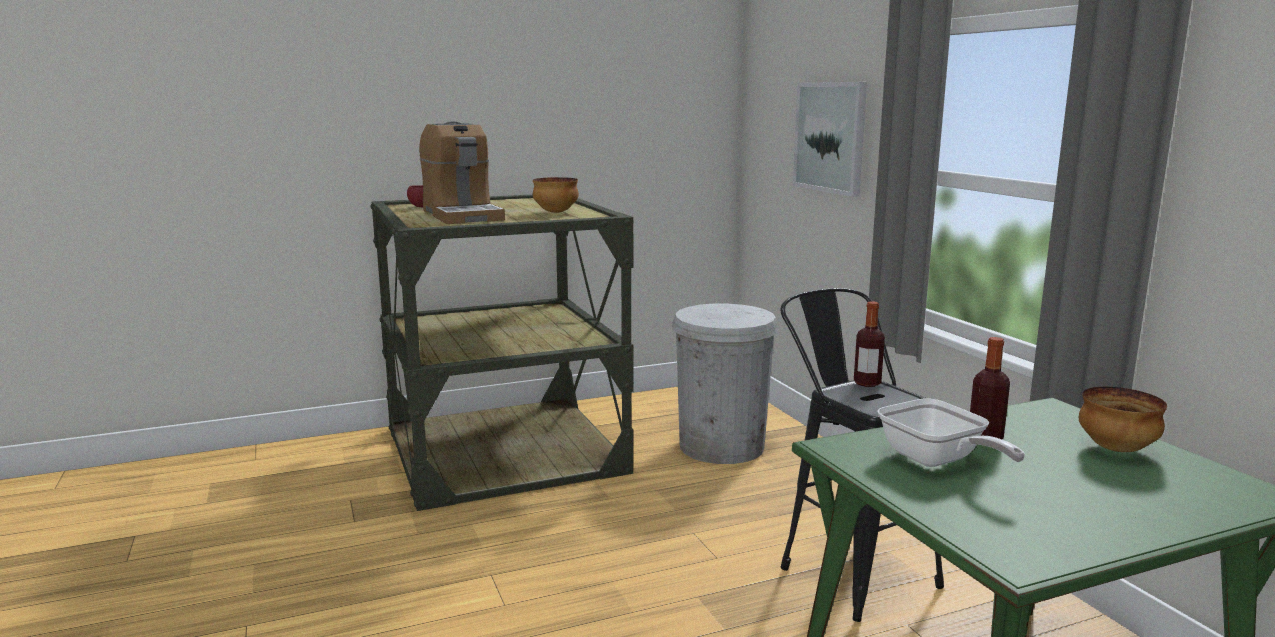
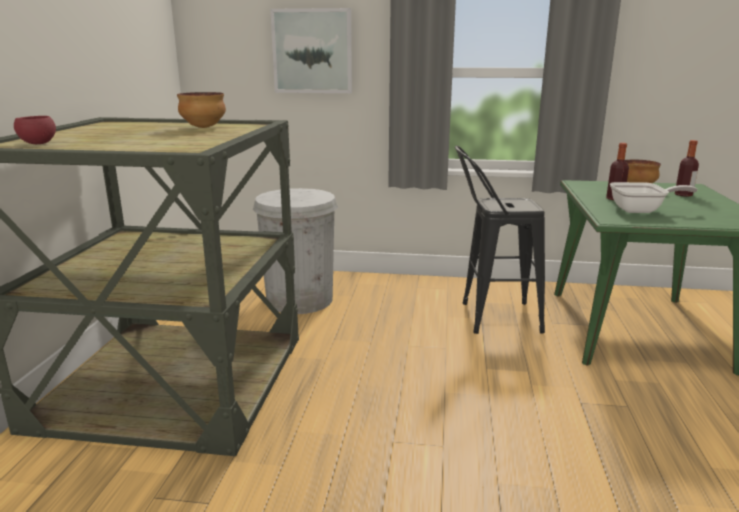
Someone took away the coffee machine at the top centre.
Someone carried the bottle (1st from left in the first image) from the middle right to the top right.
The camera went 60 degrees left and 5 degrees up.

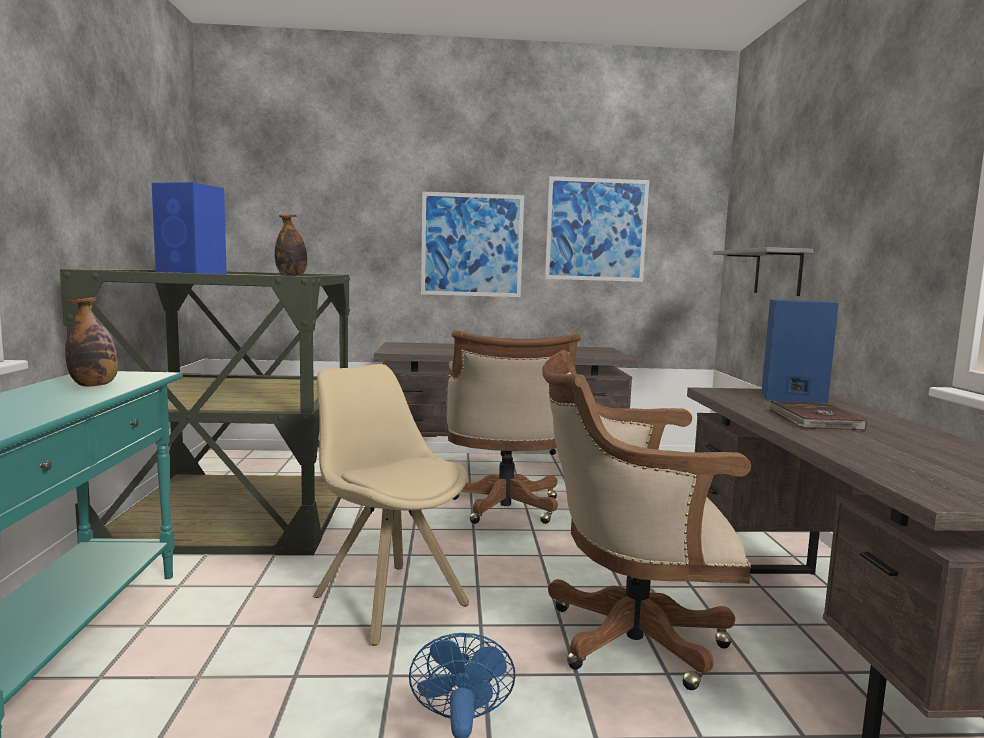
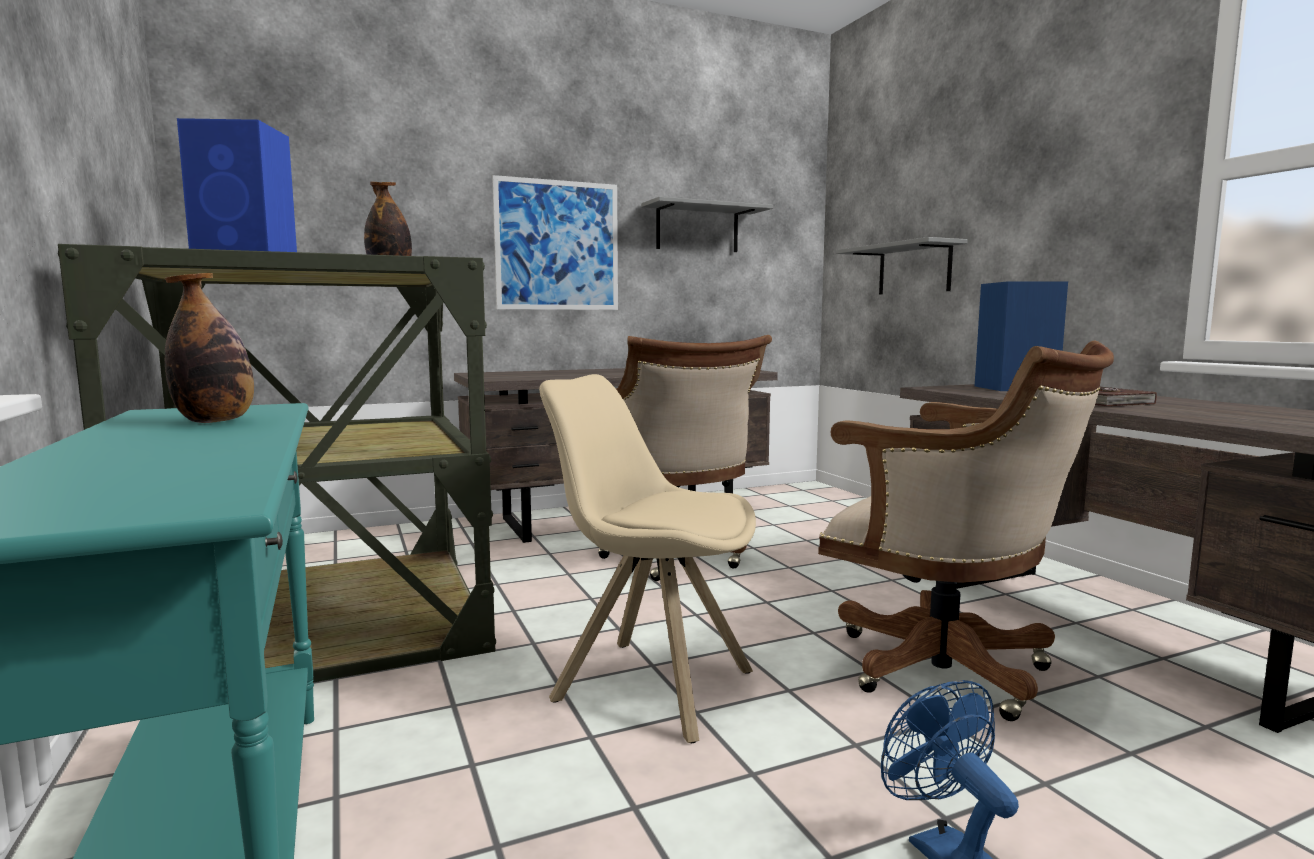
Someone swapped the picture (2nd from left) at the top centre for the grey shelf (1st from left) at the top centre.
Someone rotated the office chair (2nd from left) at the bottom centre by 120 degrees counterclockwise.
The camera went 20 degrees left and 0 degrees up.

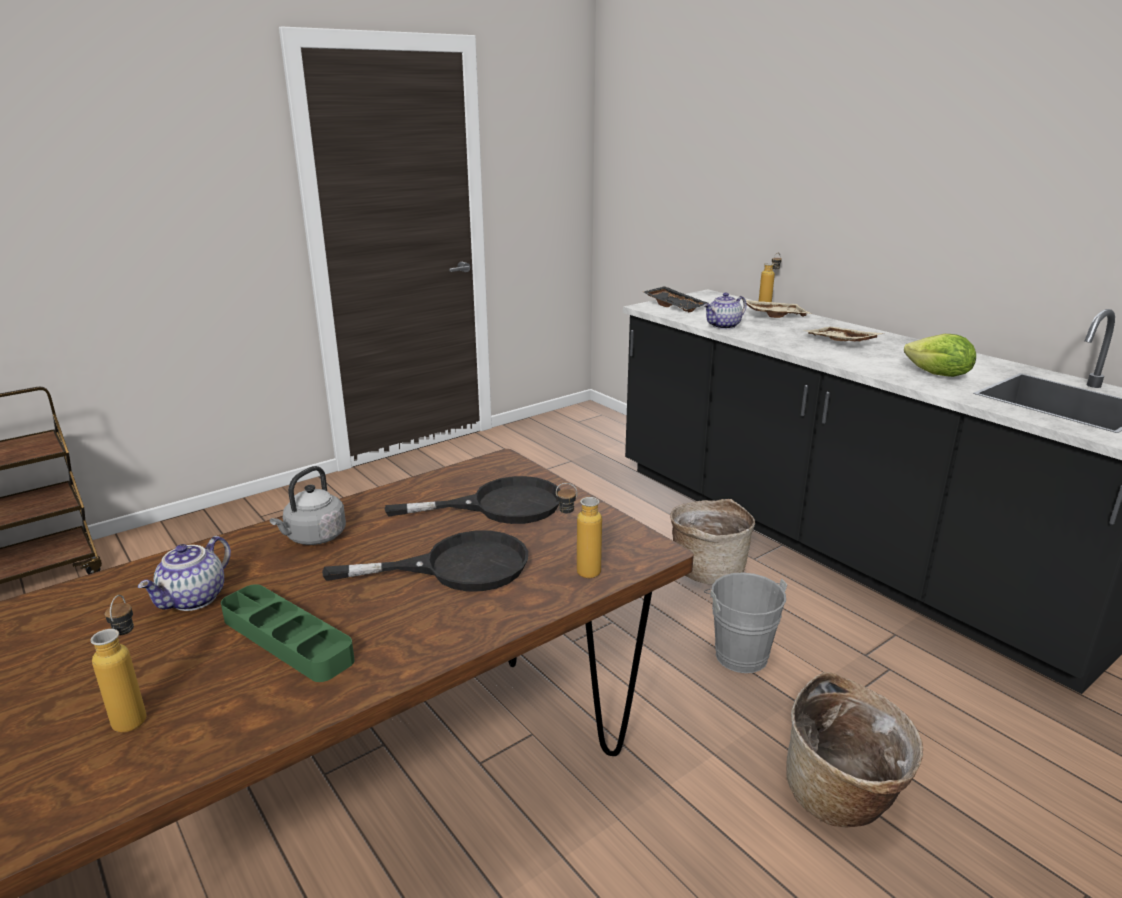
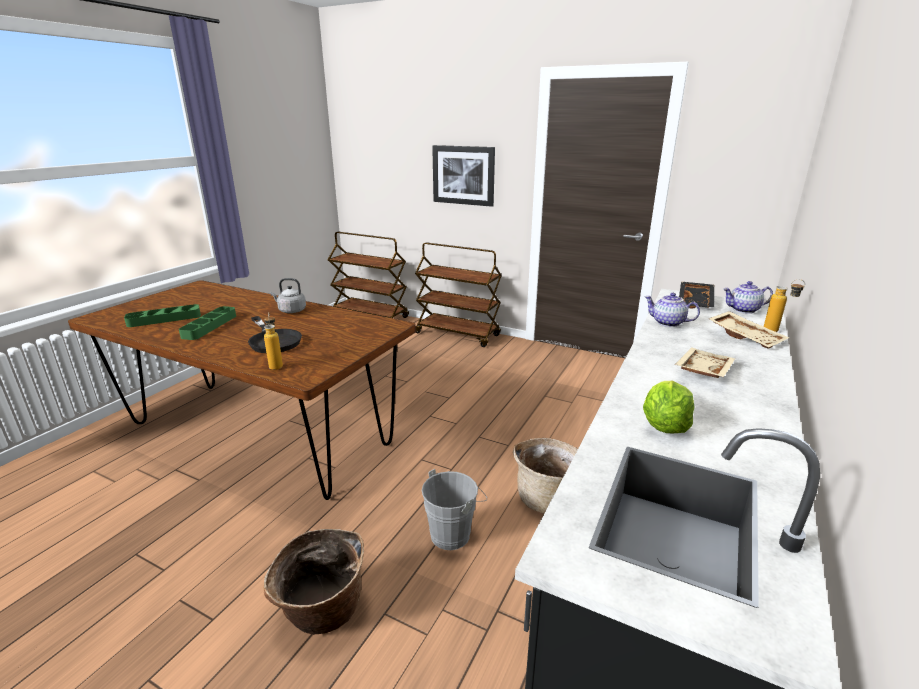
Someone took away the black frying pan (2nd from left) at the centre.
Someone put down the brown cart (2nd from left) at the centre.
Someone put up the picture at the top centre.
Someone carried the teapot (1st from left in the first image) from the middle left to the middle right.
Someone swapped the bottle (1st from left) at the bottom left for the green tray (1st from left) at the middle left.
The camera went 65 degrees right and 0 degrees up.

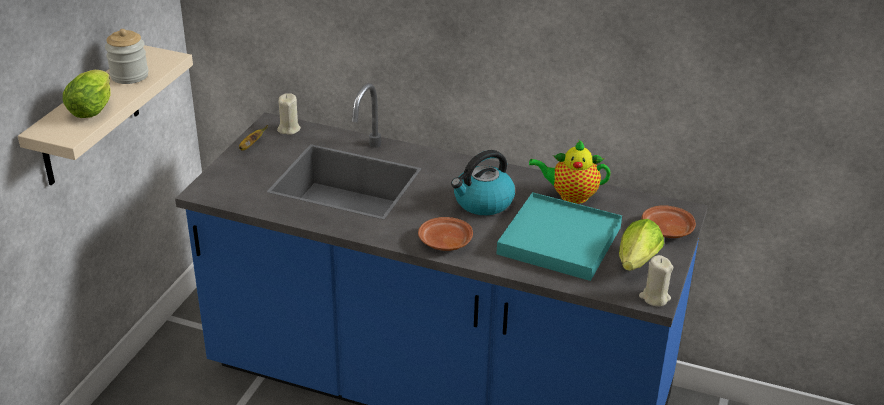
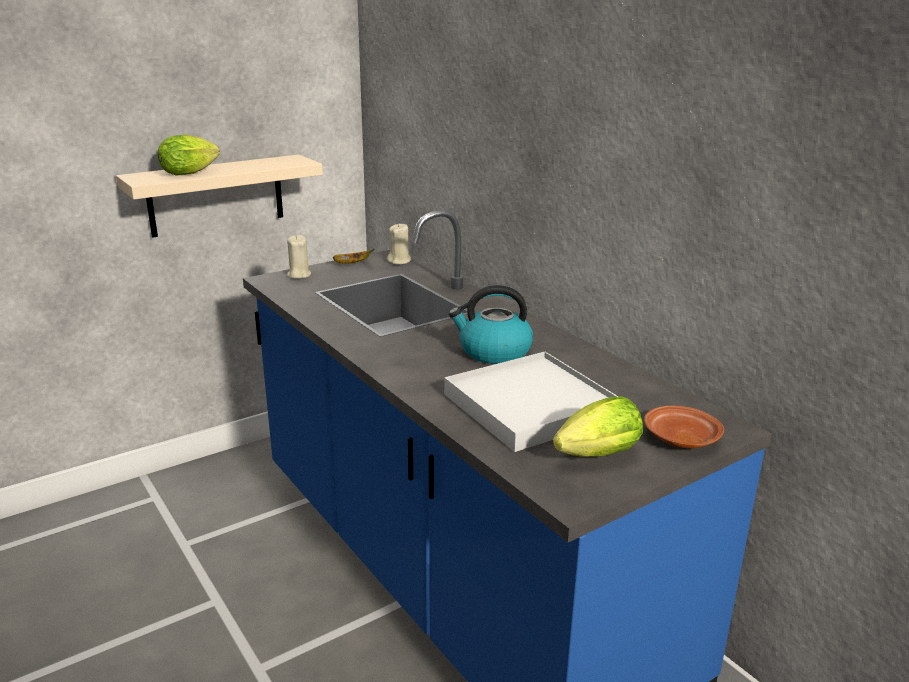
Someone took away the jar at the top left.
Someone took away the brown plate (1st from left) at the centre.
Someone took away the teapot at the centre.
Someone carried the beige candle (2nd from left in the first image) from the bottom right to the middle left.
Someone repainted the turquoise tray at the centre, which became the white tray at the centre.
The camera went 35 degrees right and 10 degrees down.

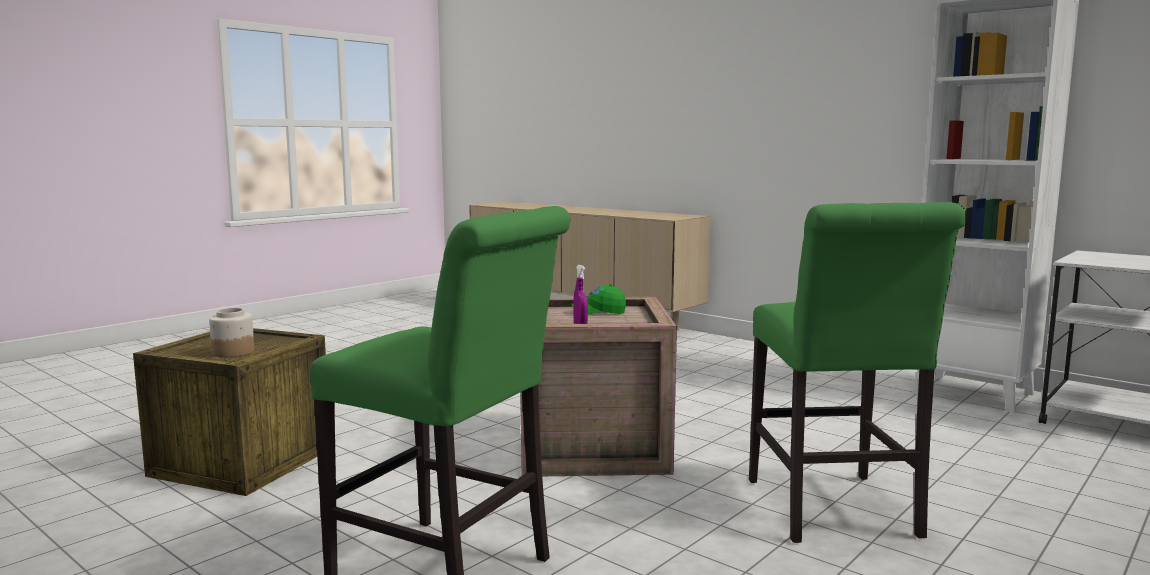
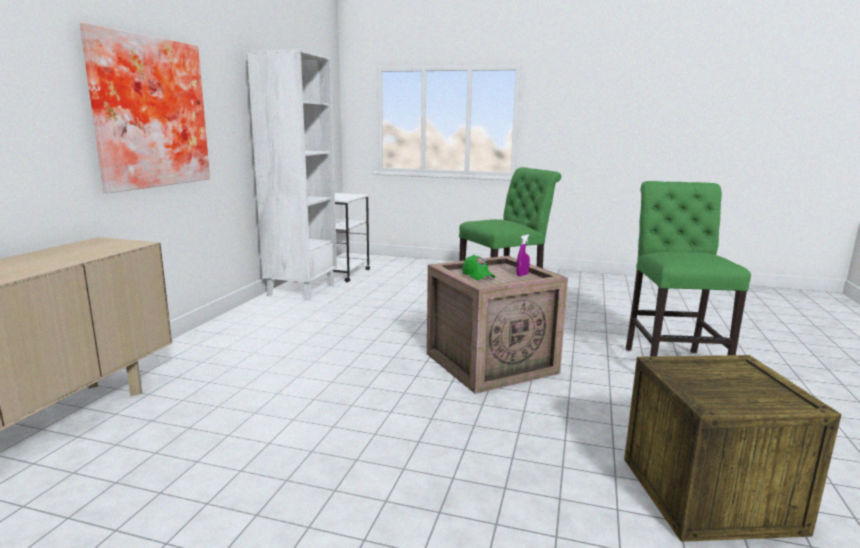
Someone took away the jar at the middle left.
Someone put up the picture at the top left.
The camera went 115 degrees left and 5 degrees up.

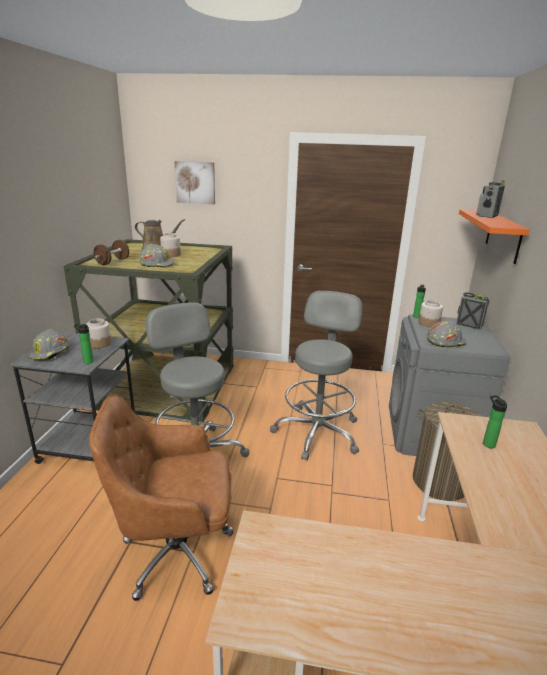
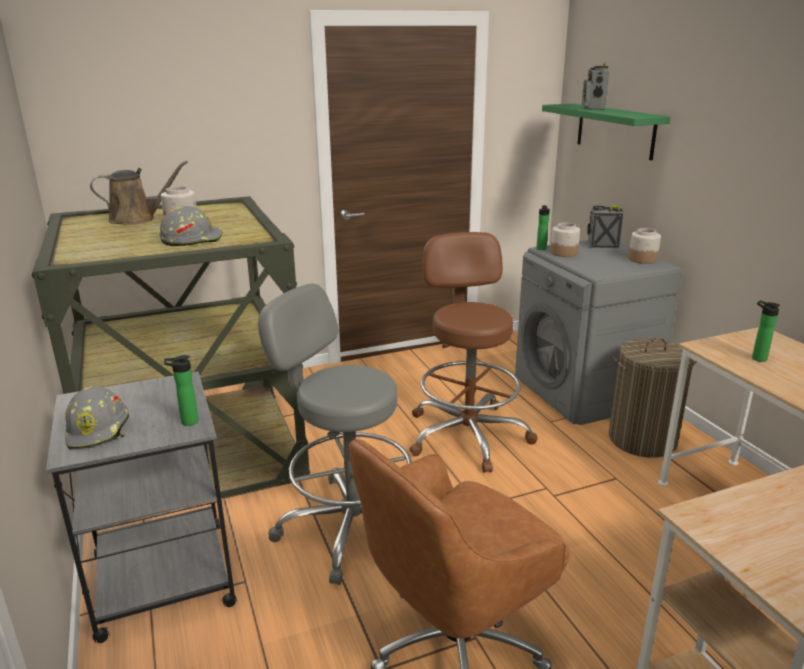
Someone took away the brown dumbbell at the middle left.
Someone took away the picture at the top centre.
Someone took away the grey hard hat (3rd from left) at the middle right.
Someone carried the jar (1st from left in the first image) from the middle left to the middle right.
Someone repainted the grey stool (2nd from left) at the centre, which became the brown stool at the centre.
Someone repainted the orange shelf at the middle right, which became the green shelf at the top right.
The camera went 30 degrees left and 0 degrees up.

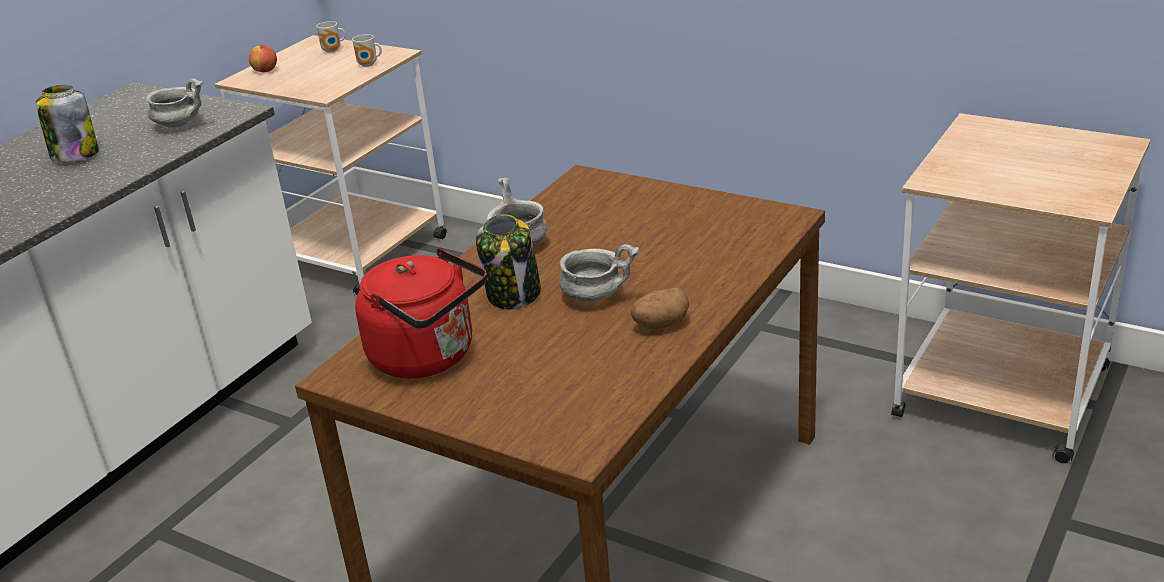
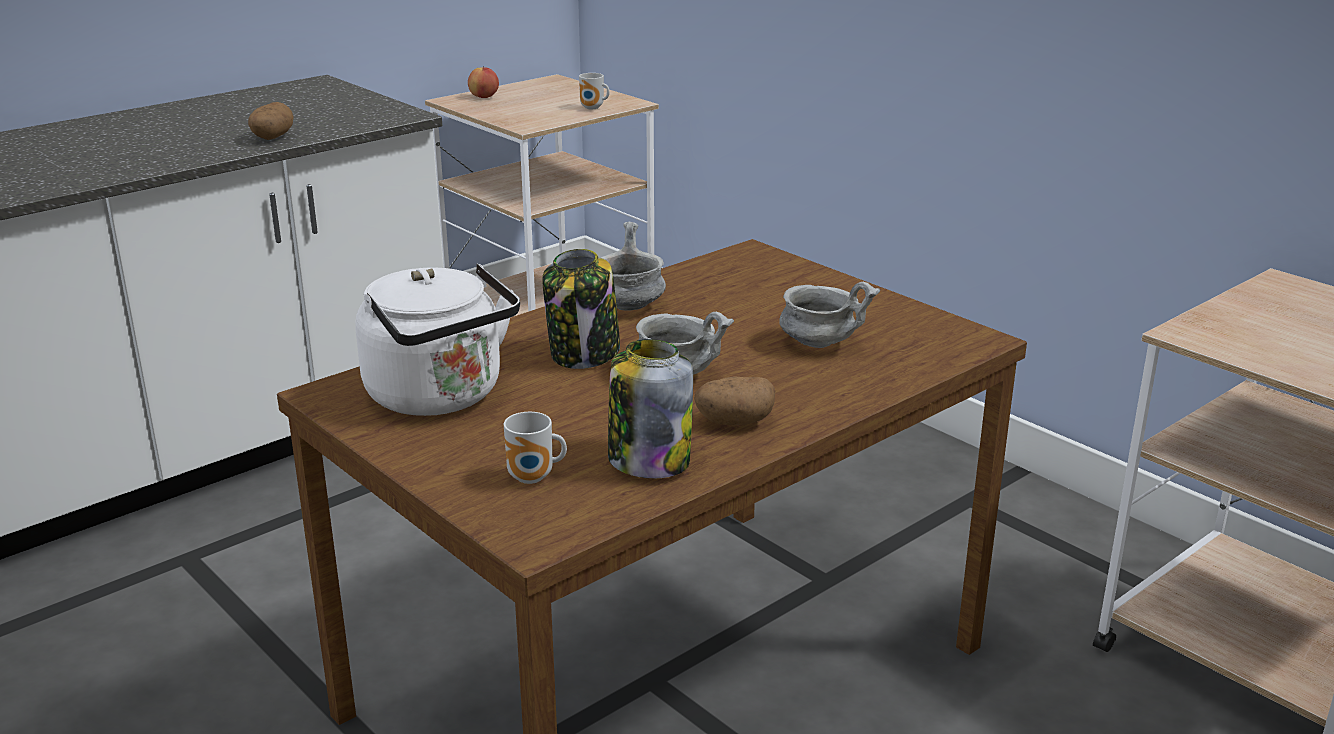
Someone put down the potato (1st from left) at the top left.
Someone carried the jar (1st from left in the first image) from the top left to the centre.
Someone carried the grey bowl (1st from left in the first image) from the top left to the centre.
Someone carried the mug (1st from left) from the top left to the centre.
Someone repainted the red kettle at the centre, which became the white kettle at the middle left.
The camera went 15 degrees right and 5 degrees down.

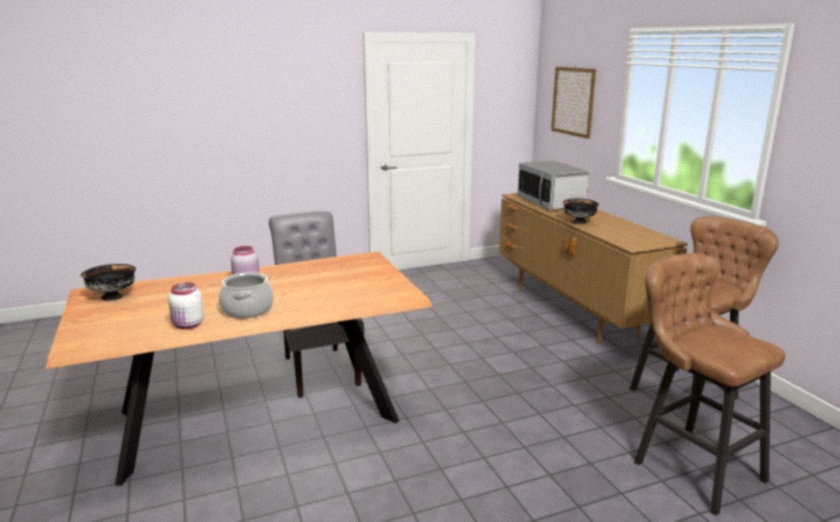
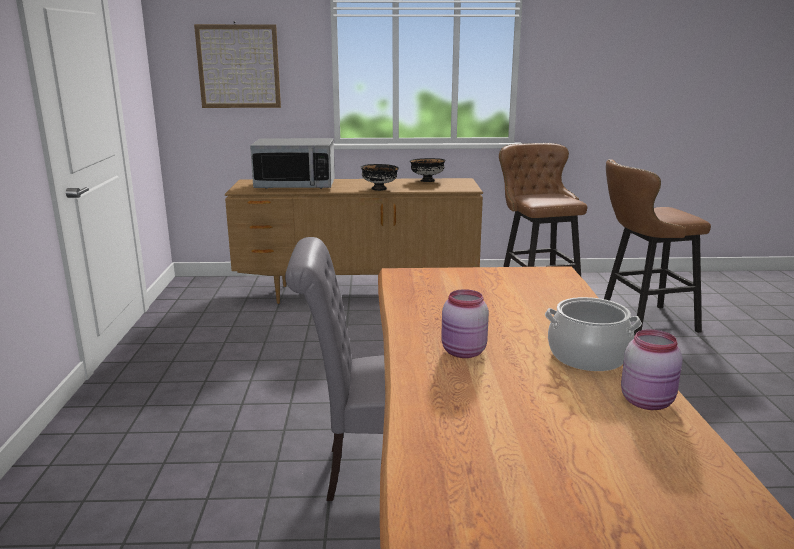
Someone carried the black bowl (1st from left in the first image) from the middle left to the top centre.
Someone repainted the white jar at the middle left, which became the pink jar (2nd from left) at the bottom right.
The camera went 70 degrees left and 0 degrees up.

